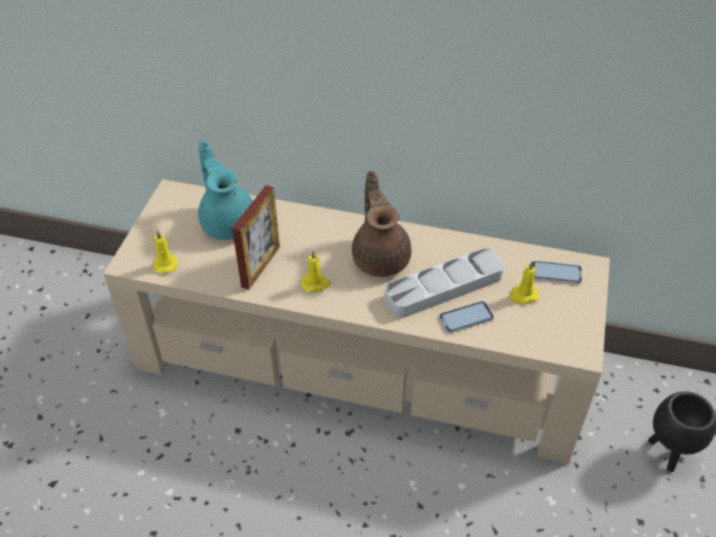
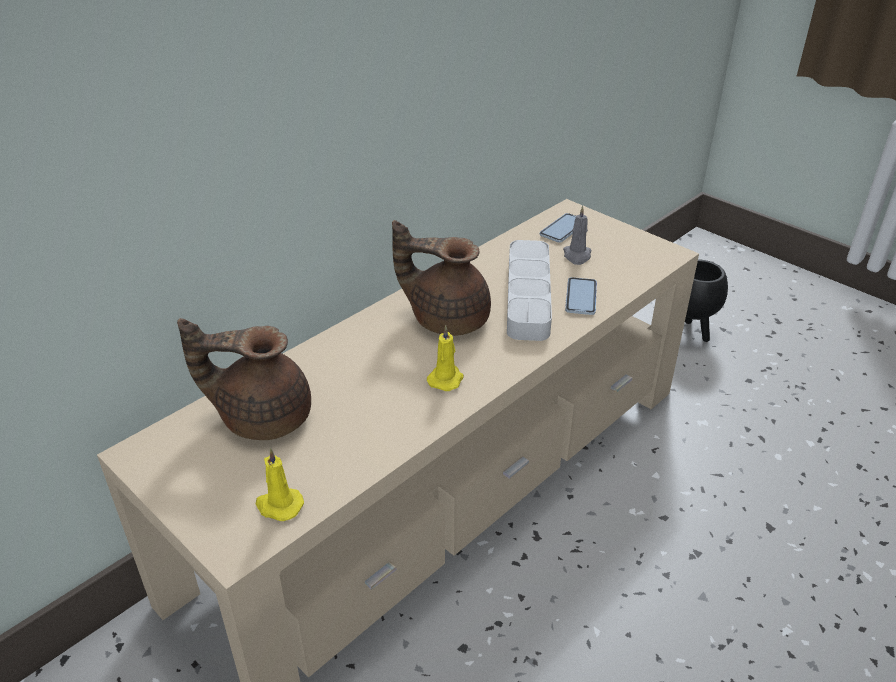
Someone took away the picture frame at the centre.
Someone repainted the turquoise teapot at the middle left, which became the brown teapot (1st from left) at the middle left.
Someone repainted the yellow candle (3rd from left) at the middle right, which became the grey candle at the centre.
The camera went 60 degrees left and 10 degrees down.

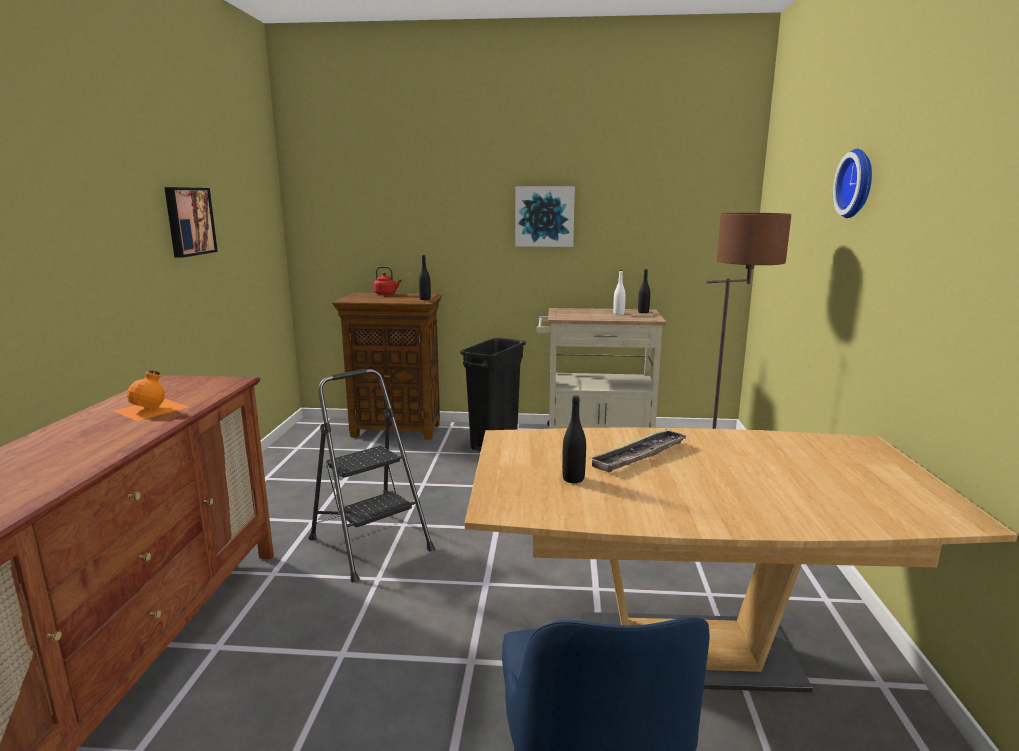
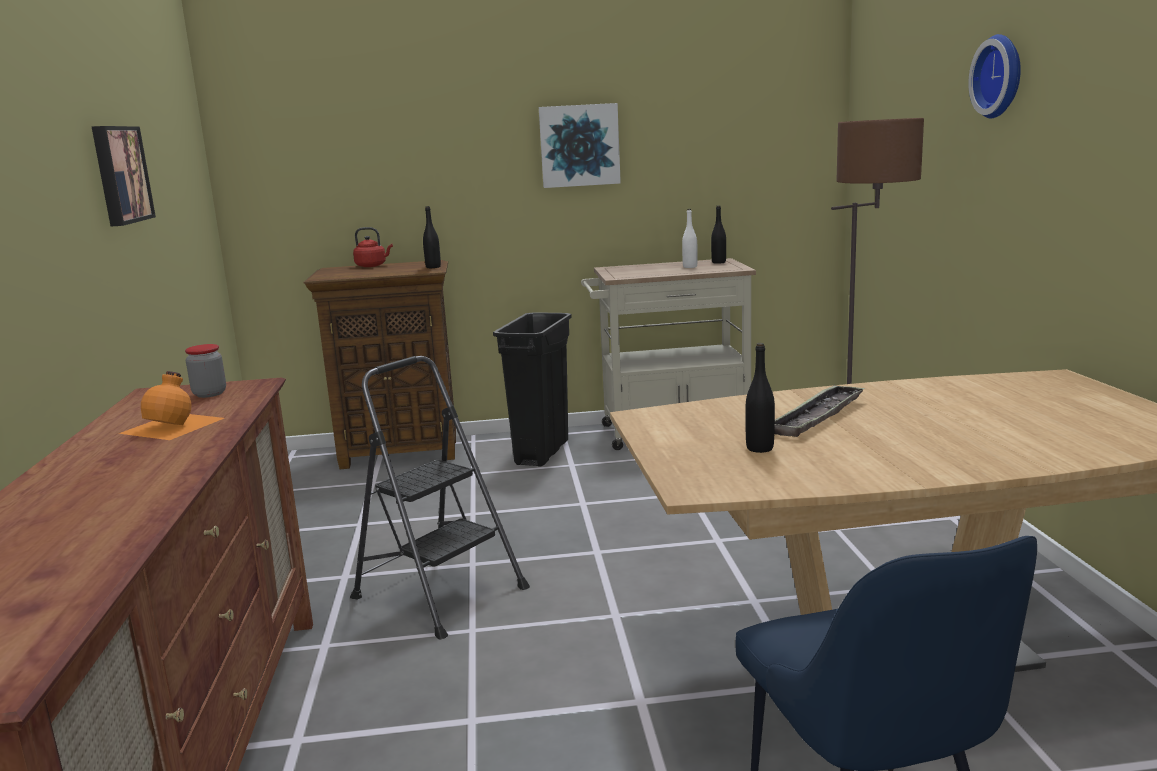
Someone put down the jar at the middle left.
The camera went 10 degrees left and 0 degrees up.

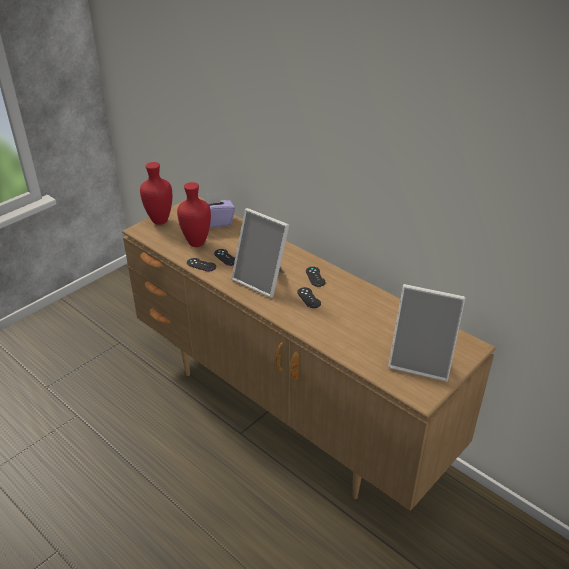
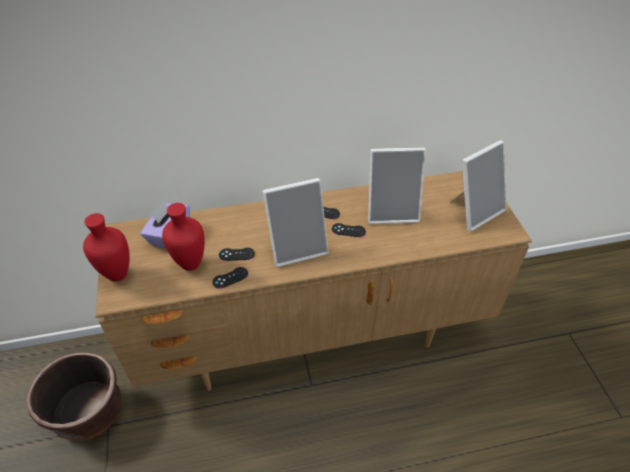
Someone put down the brown planter at the bottom left.
Someone put down the picture frame (2nd from left) at the centre.
The camera went 55 degrees left and 10 degrees up.

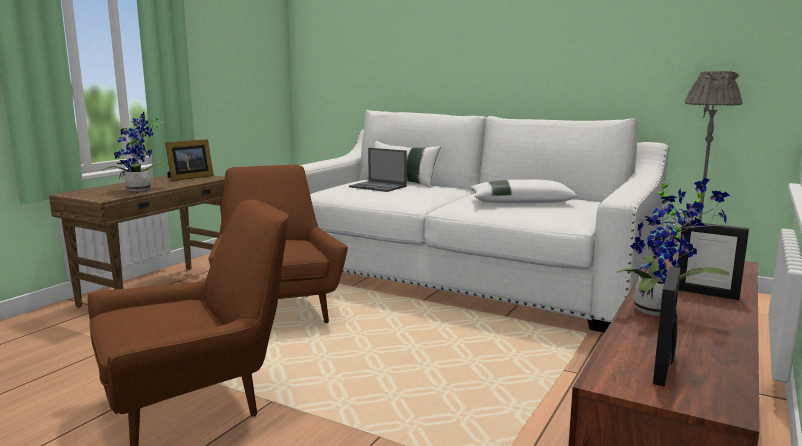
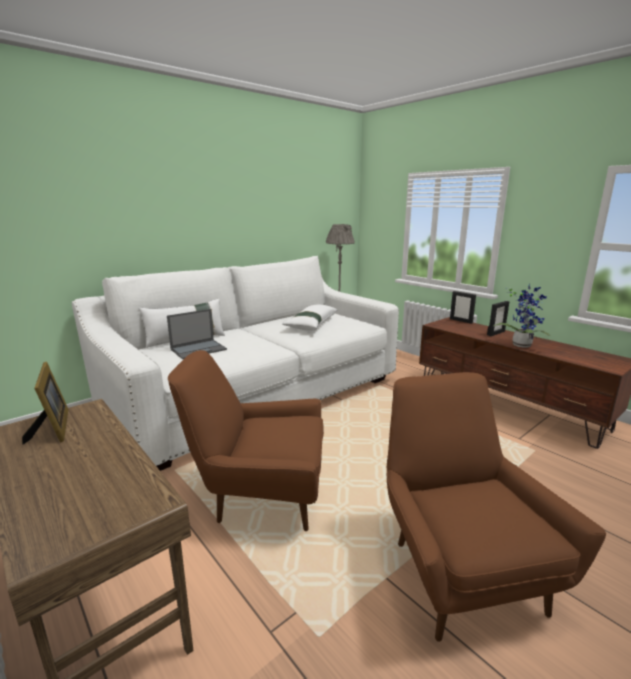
Someone took away the potted plant (1st from left) at the middle left.
Someone carried the picture frame (2nd from left) from the bottom right to the middle right.
The camera went 70 degrees left and 5 degrees up.

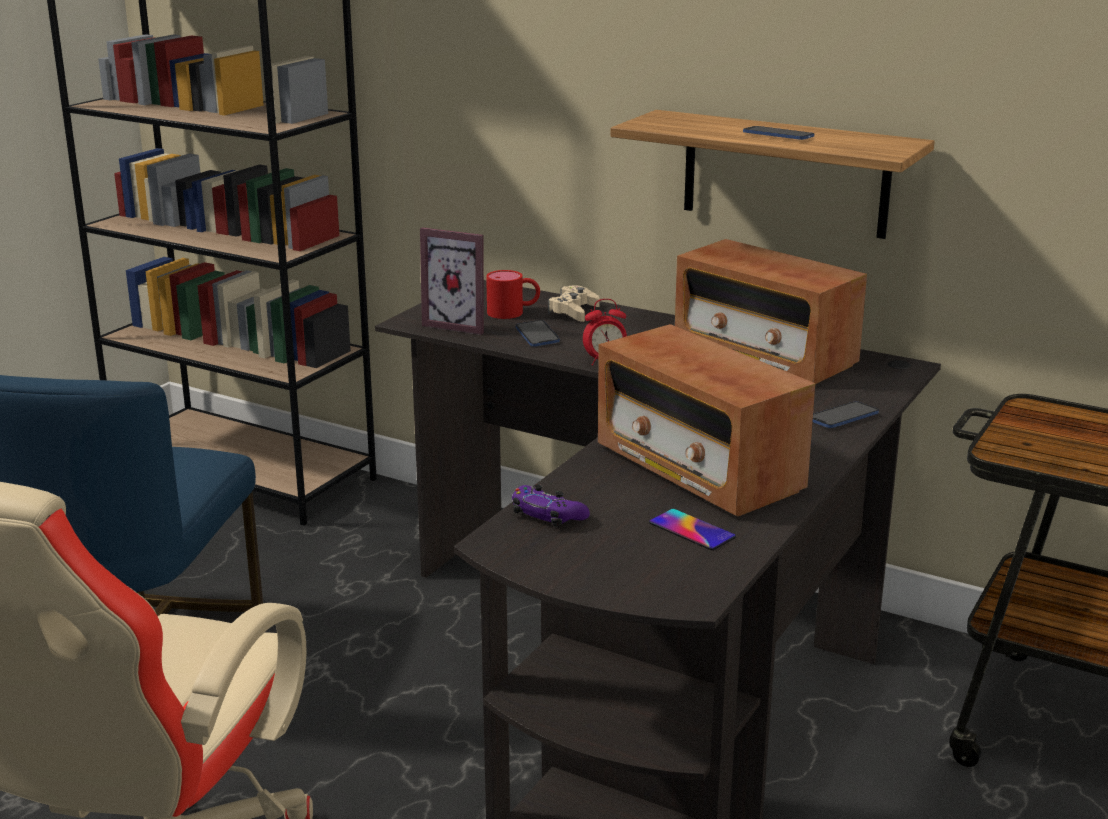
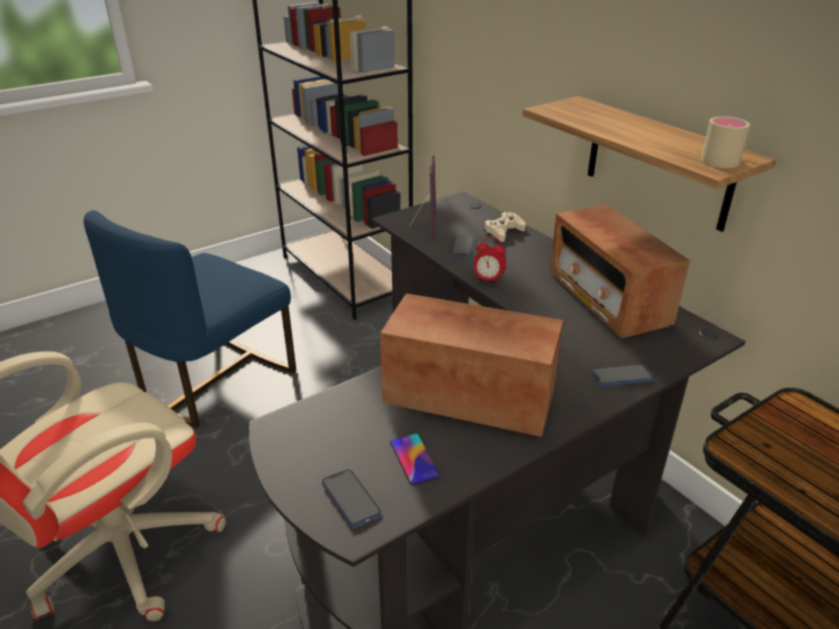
Someone took away the red mug at the centre.
Someone took away the purple game controller at the centre.
Someone put down the beige mug at the top right.
Someone carried the phone (3rd from left in the first image) from the top right to the bottom centre.
Someone rotated the picture frame at the centre by 135 degrees counterclockwise.
Someone rotated the radio (1st from left) at the centre by 120 degrees clockwise.
The camera went 25 degrees right and 10 degrees up.

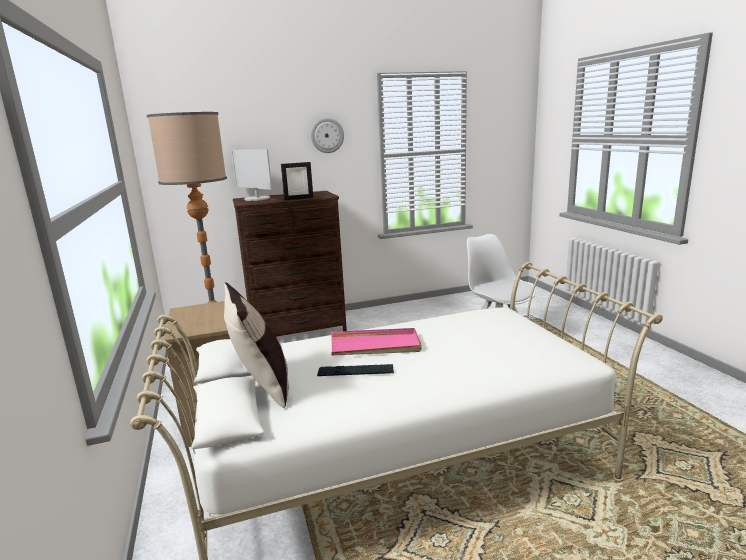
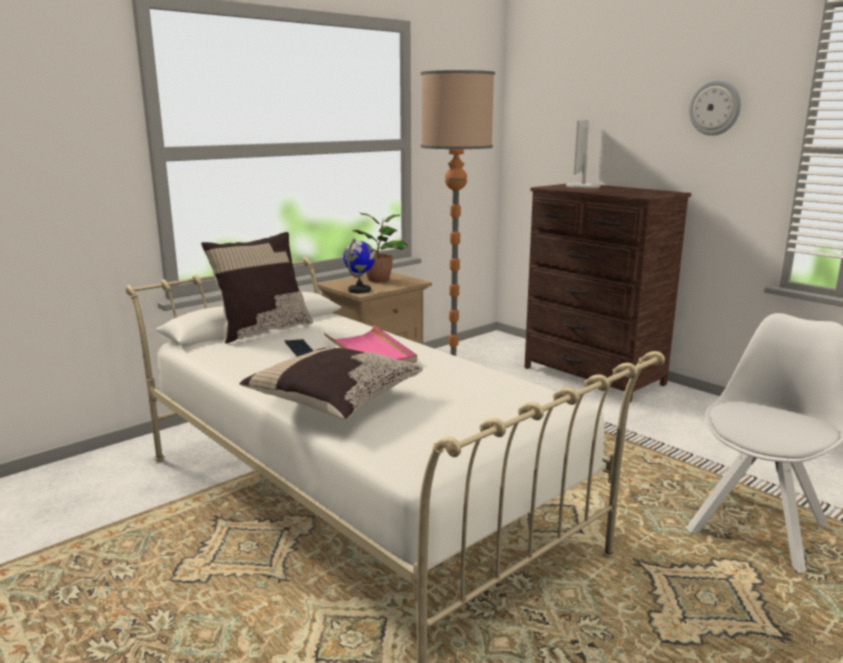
Someone took away the picture frame at the top centre.
Someone put down the pillow (2nd from left) at the centre.
Someone put down the globe at the centre.
Someone put down the potted plant at the centre.
The camera went 65 degrees right and 0 degrees up.

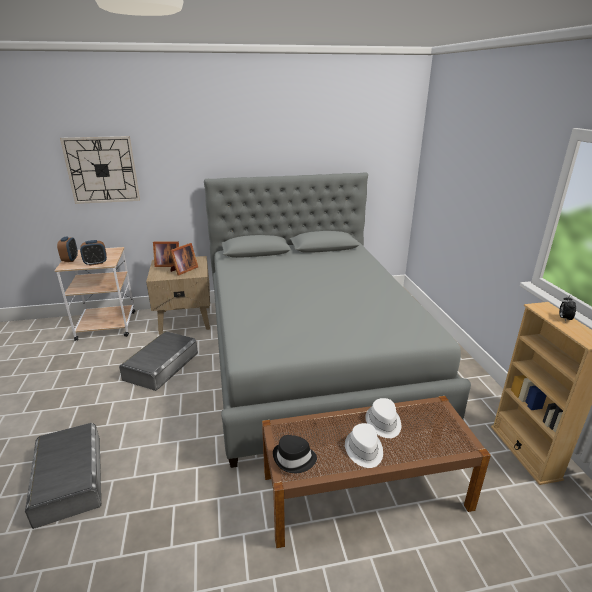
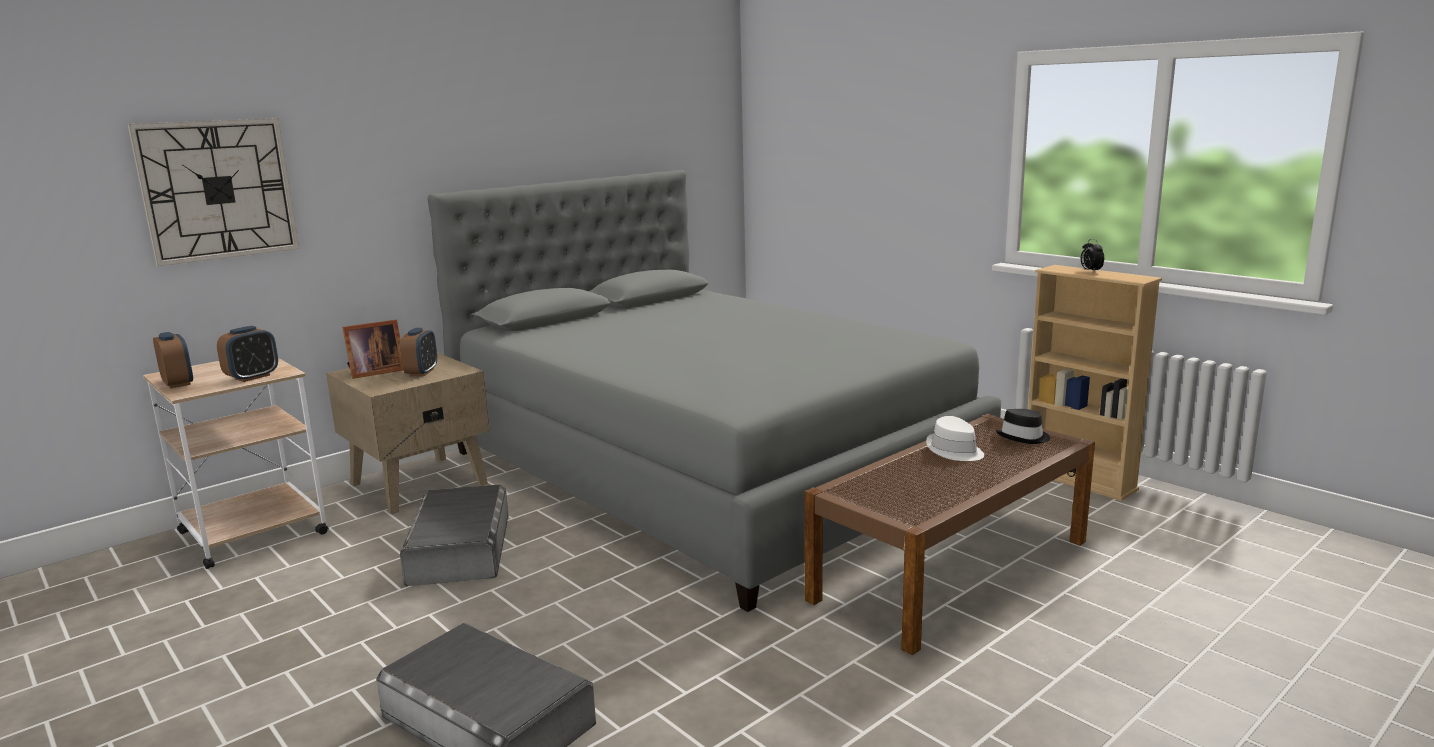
Someone took away the white hat (1st from left) at the bottom centre.
Someone carried the black hat from the bottom centre to the middle right.
Someone swapped the picture frame (2nd from left) at the middle left for the alarm clock (3rd from left) at the middle left.
The camera went 30 degrees left and 10 degrees down.

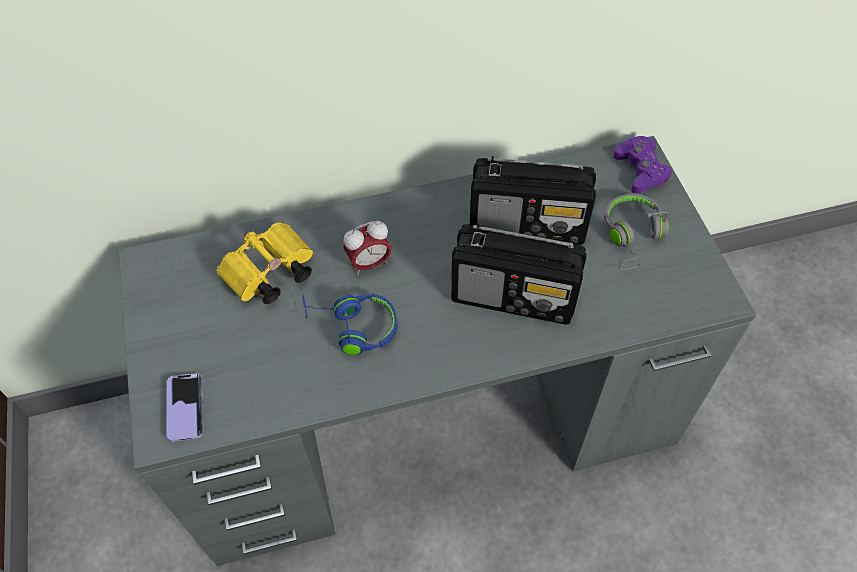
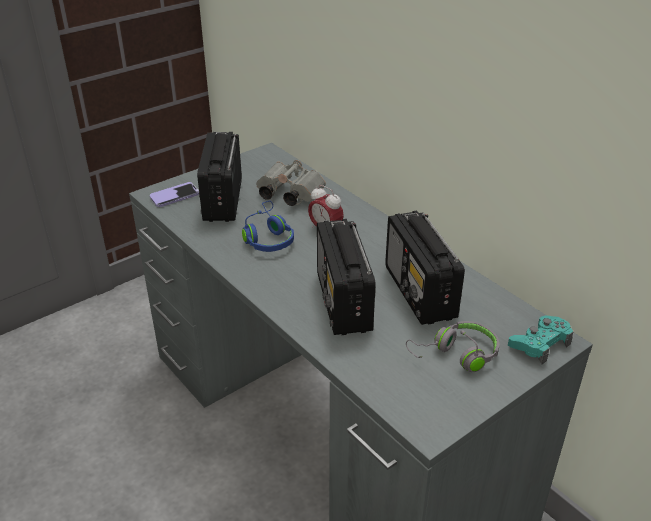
Someone put down the radio (1st from left) at the centre.
Someone repainted the yellow binoculars at the middle left, which became the grey binoculars at the centre.
Someone repainted the purple game controller at the top right, which became the turquoise game controller at the middle right.
The camera went 65 degrees right and 20 degrees down.

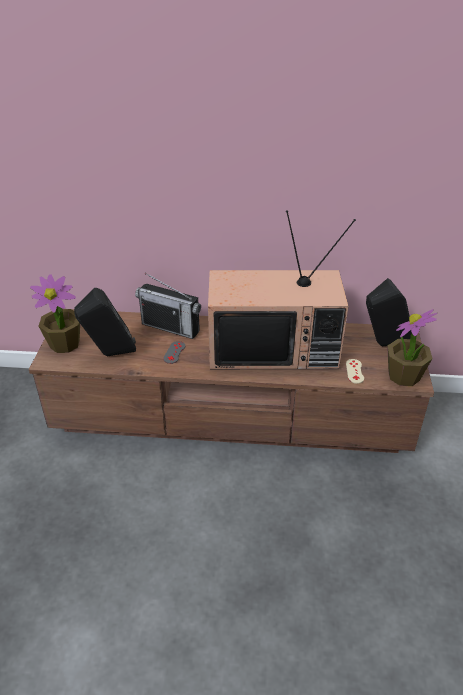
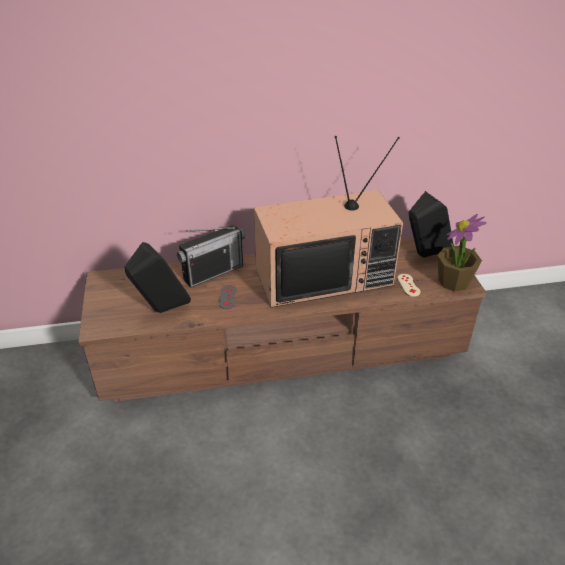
Someone took away the potted plant (1st from left) at the middle left.
Someone rotated the radio at the centre by 45 degrees counterclockwise.
The camera went 15 degrees left and 0 degrees up.

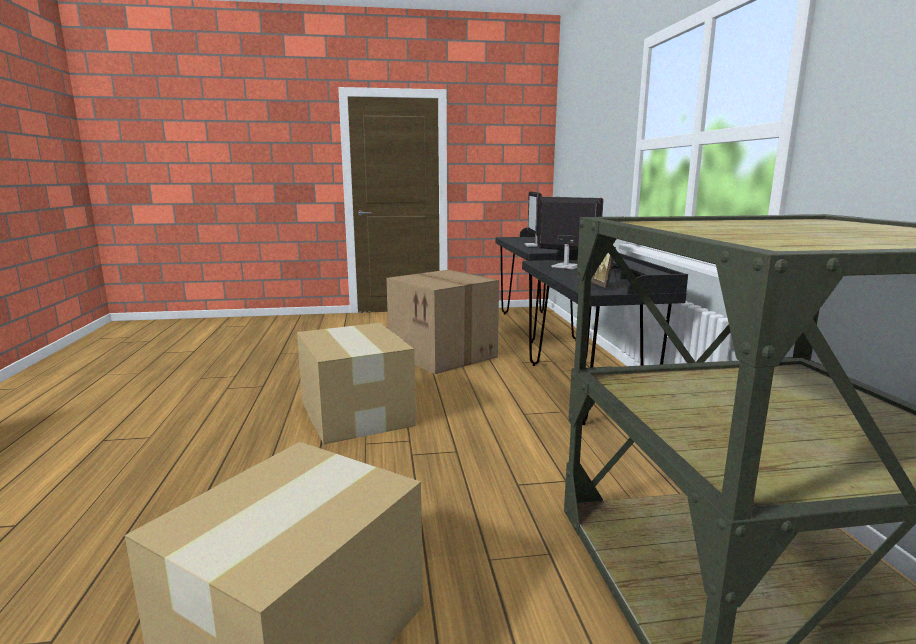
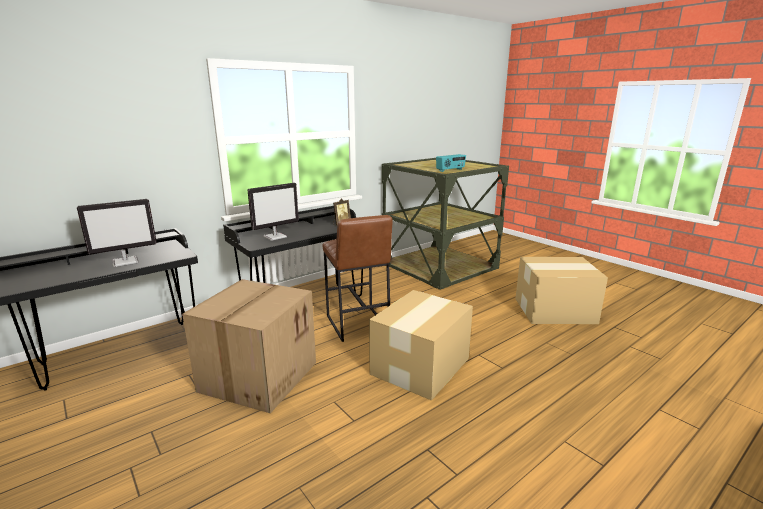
Someone put down the brown stool at the centre.
Someone put down the radio at the top centre.
Someone rotated the monitor (2nd from left) at the centre by 135 degrees counterclockwise.
The camera went 120 degrees left and 5 degrees up.

